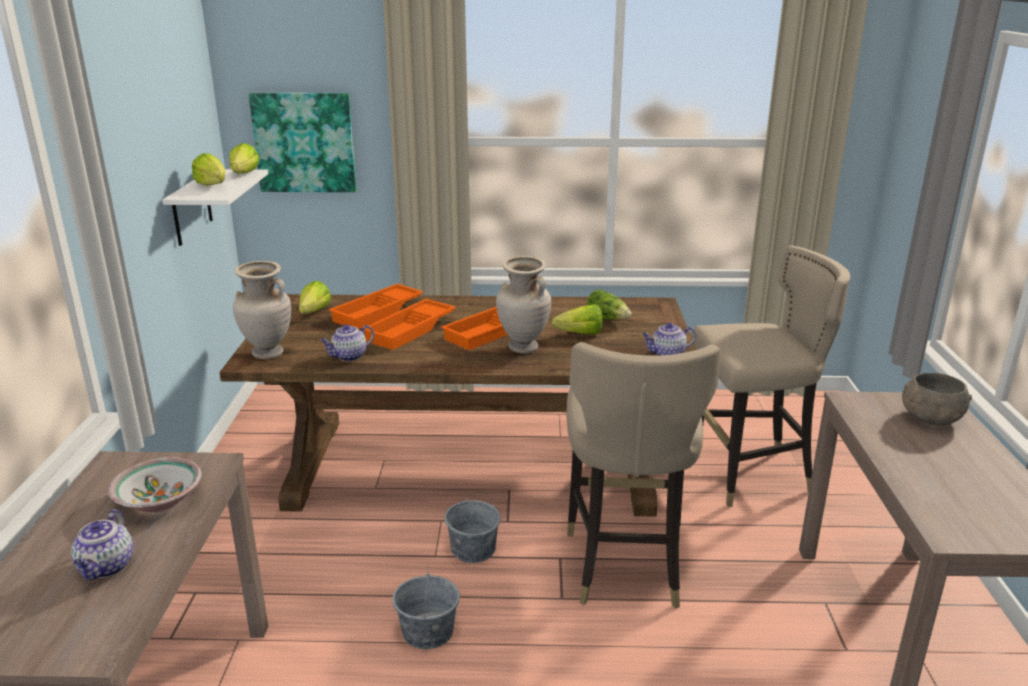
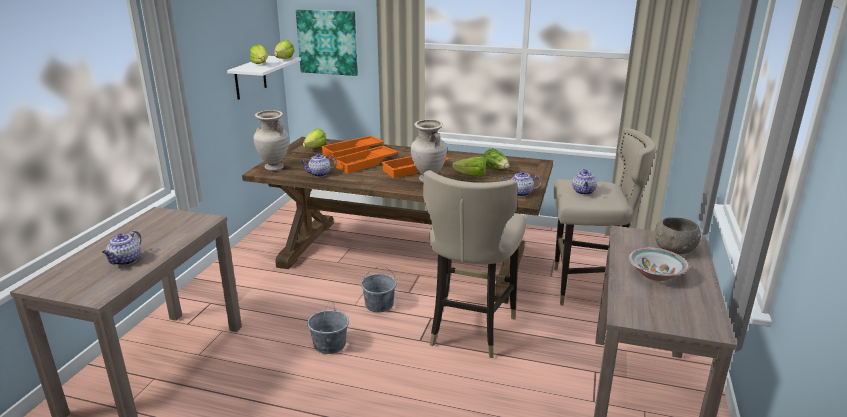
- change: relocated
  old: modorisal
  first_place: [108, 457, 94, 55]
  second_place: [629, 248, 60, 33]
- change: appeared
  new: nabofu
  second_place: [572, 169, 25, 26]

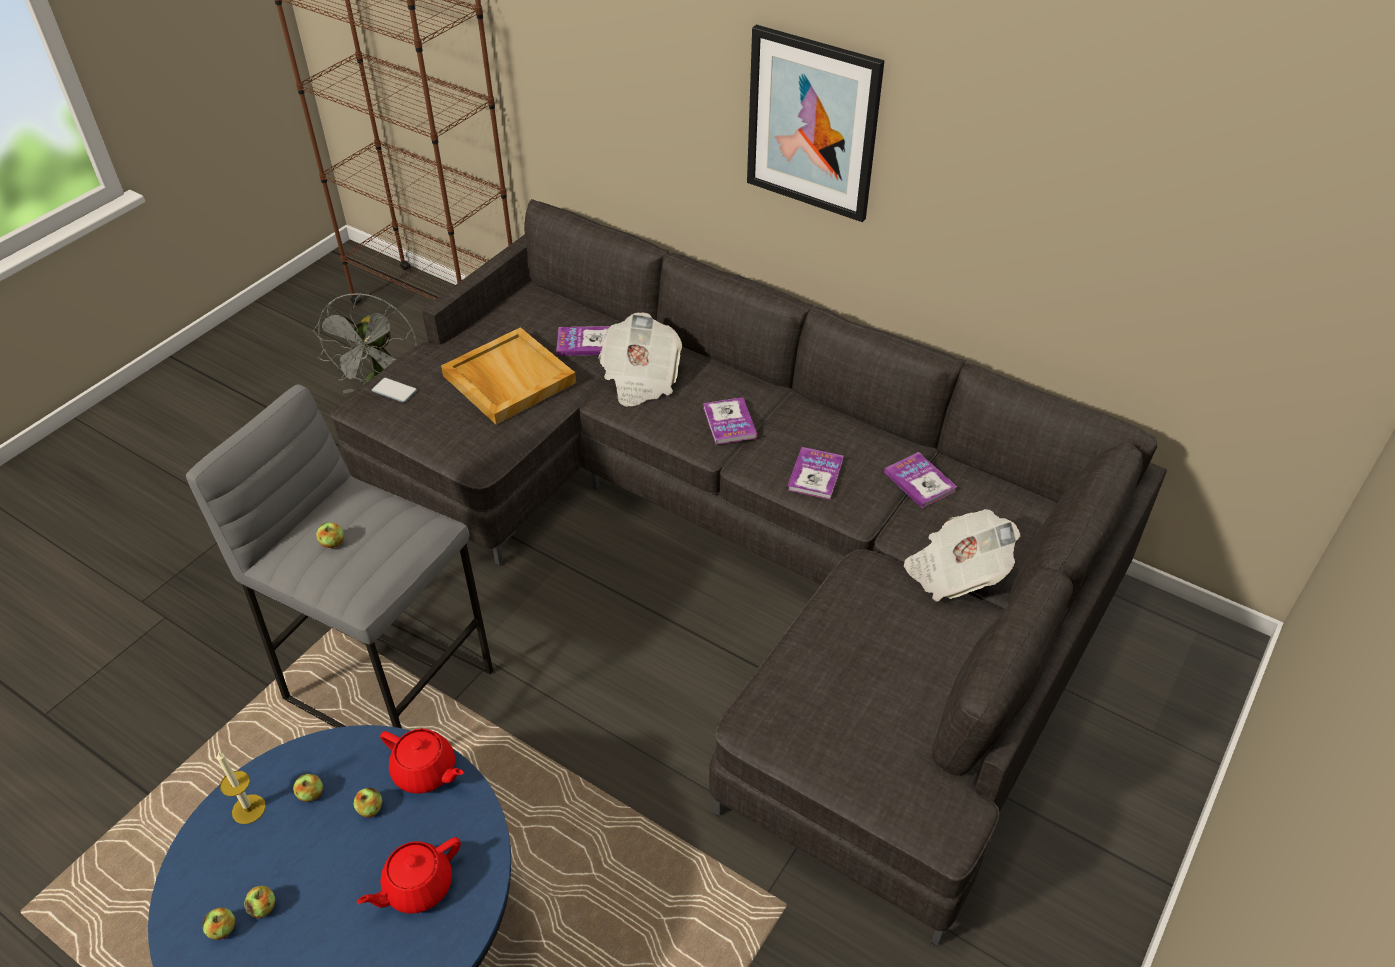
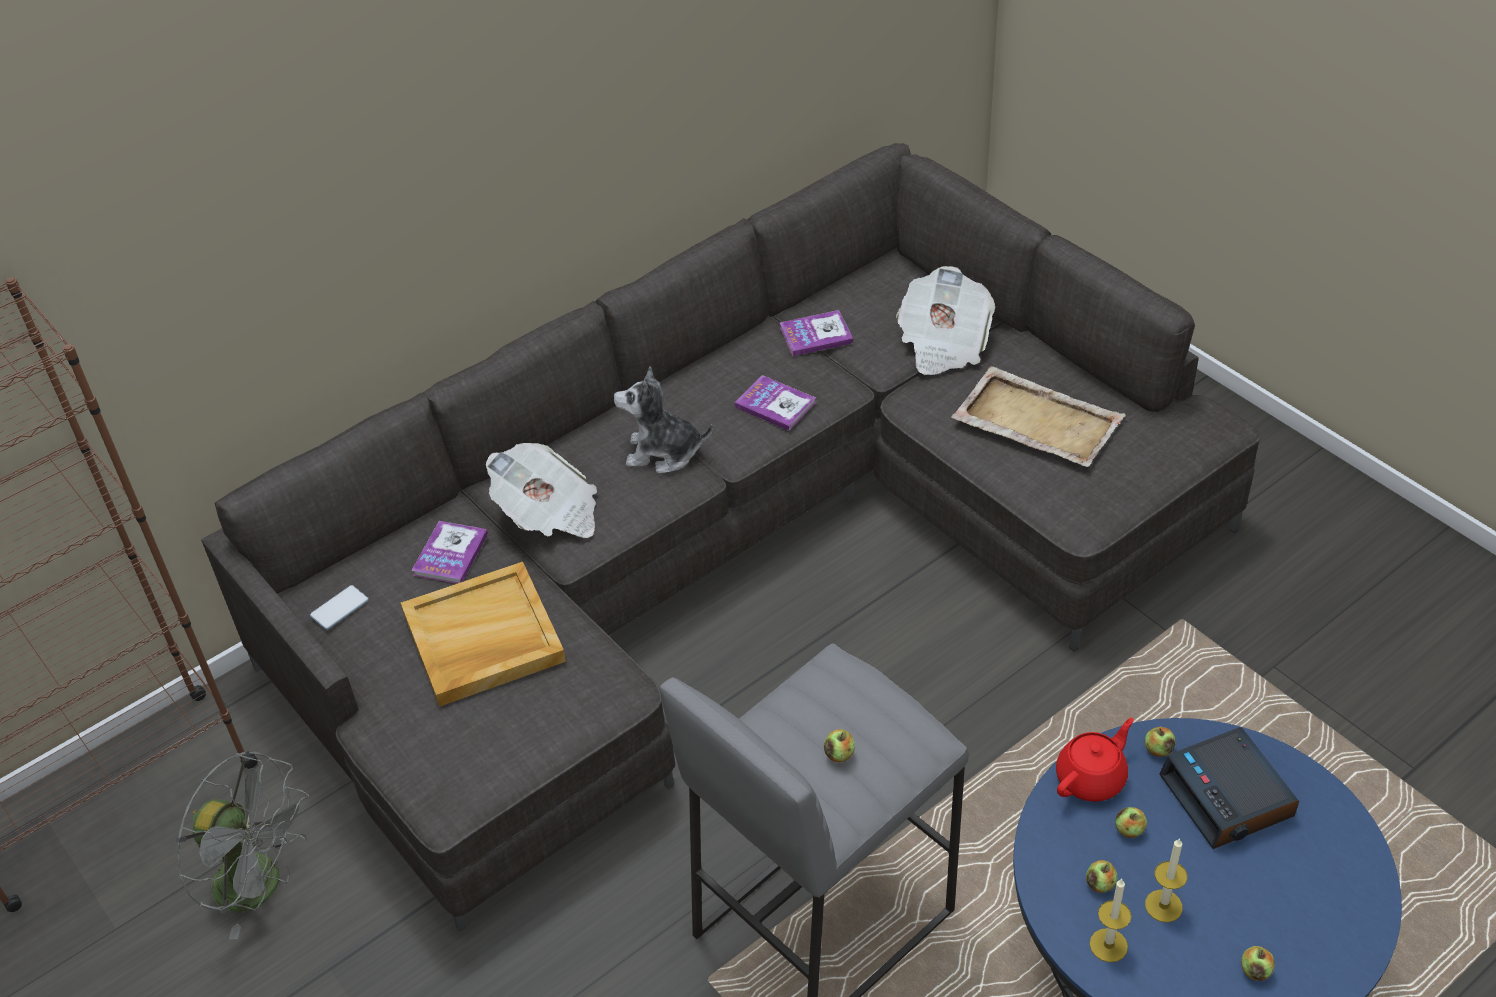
- change: relocated
  old: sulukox
  first_place: [244, 886, 31, 32]
  second_place: [1144, 727, 31, 30]
- change: exchanged
  old: red_nabofu
  new: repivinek
  first_place: [357, 837, 104, 77]
  second_place: [1159, 727, 140, 122]
- change: relocated
  old: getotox
  first_place: [372, 378, 45, 25]
  second_place: [310, 585, 59, 45]
- change: exchanged
  old: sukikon
  new: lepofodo
  first_place: [703, 397, 54, 48]
  second_place: [614, 367, 99, 107]
- change: missing
  old: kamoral
  first_place: [747, 25, 138, 197]
- change: appeared
  new: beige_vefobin
  second_place: [951, 366, 175, 101]
- change: appeared
  new: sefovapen
  second_place: [1145, 838, 42, 85]

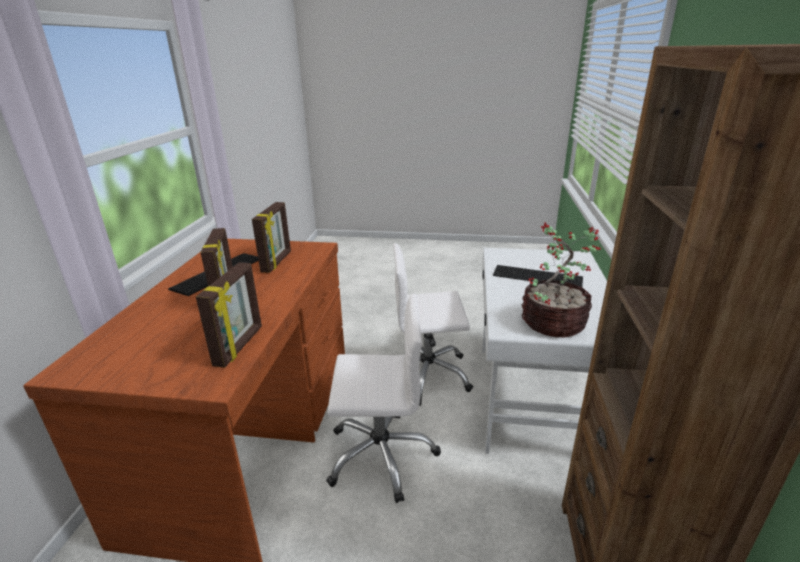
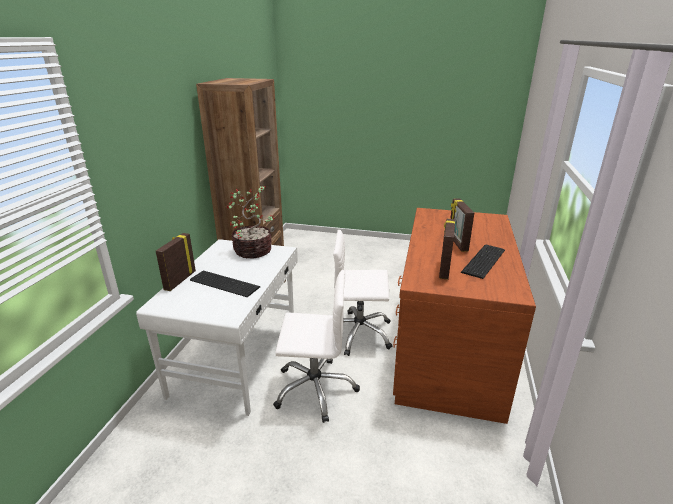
- change: relocated
  old: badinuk
  first_place: [196, 262, 66, 106]
  second_place: [156, 233, 40, 58]

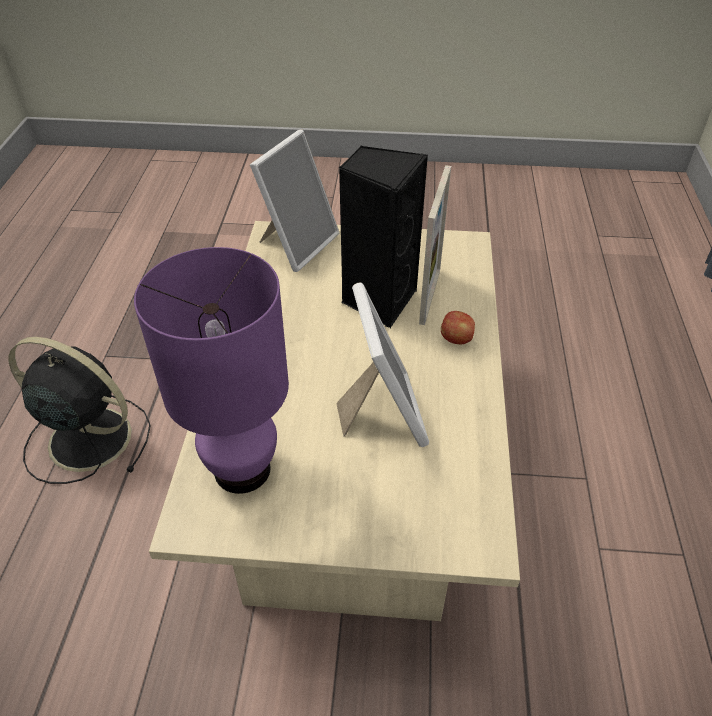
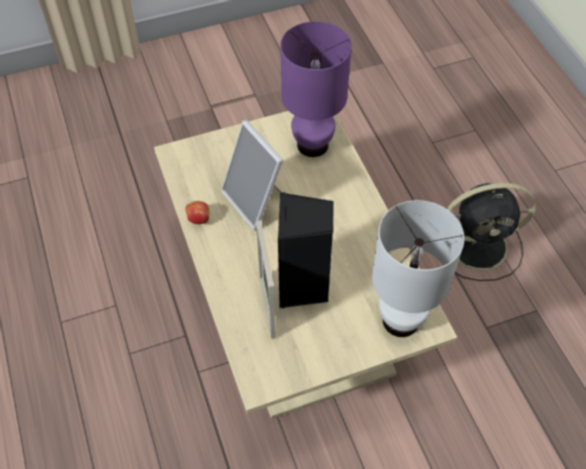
- change: exchanged
  old: badinuk
  new: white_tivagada
  first_place: [250, 130, 89, 142]
  second_place: [372, 200, 92, 137]
- change: relocated
  old: sulukox
  first_place: [441, 311, 34, 33]
  second_place: [185, 201, 25, 23]

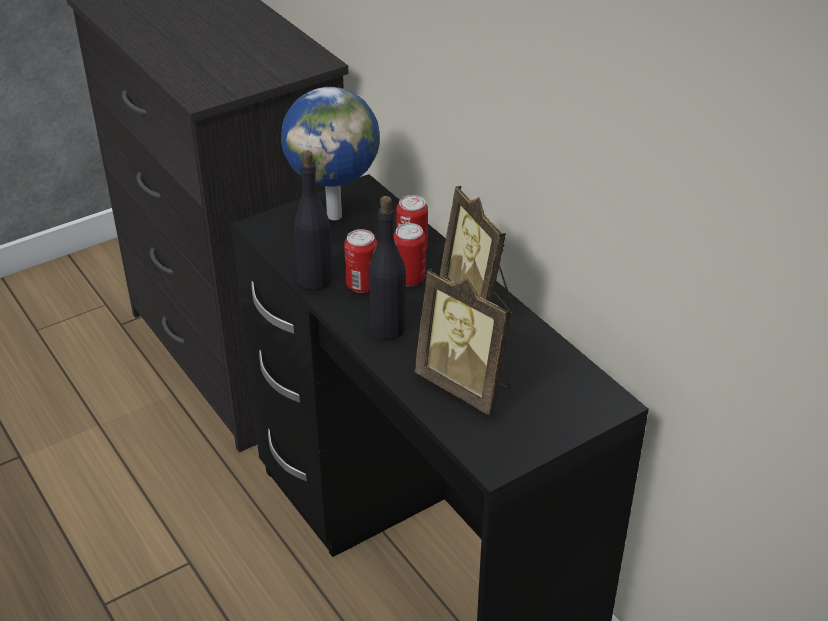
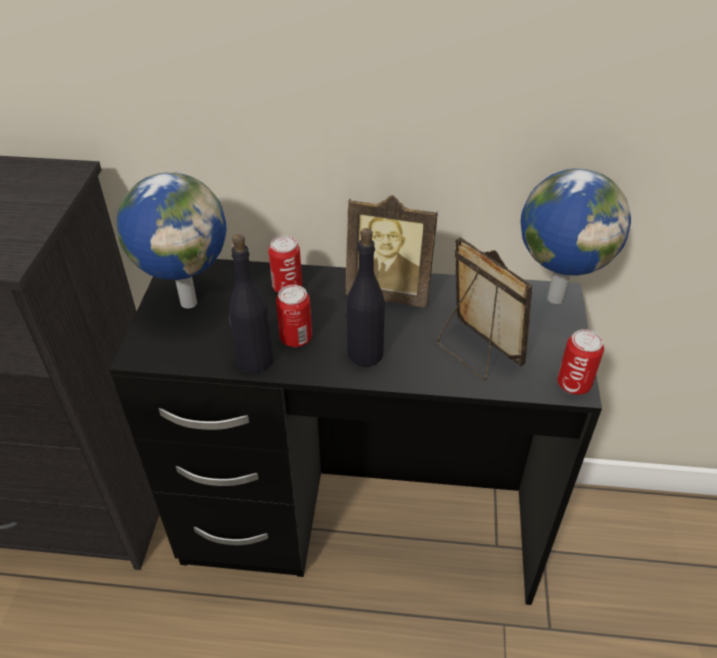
- change: relocated
  old: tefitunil
  first_place: [394, 223, 32, 63]
  second_place: [557, 329, 47, 66]
- change: spun
  old: badinuk
  first_place: [415, 269, 96, 147]
  second_place: [437, 237, 95, 143]
  degrees: -120
- change: appeared
  new: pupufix
  second_place: [521, 168, 110, 136]

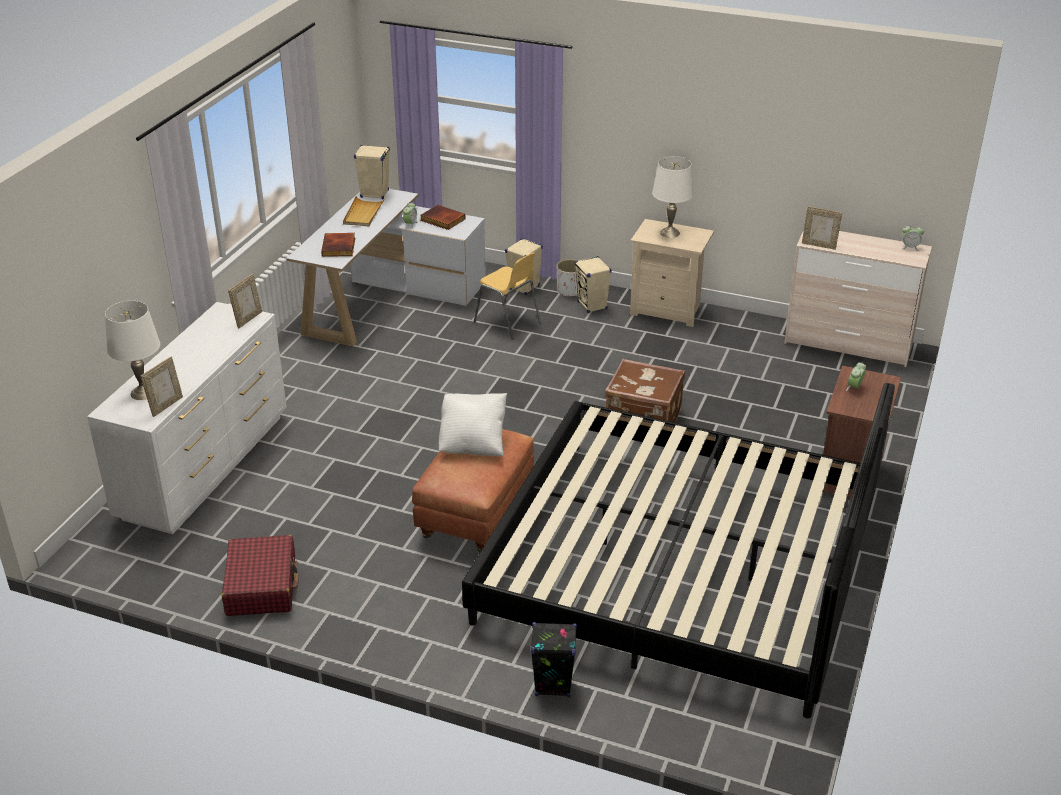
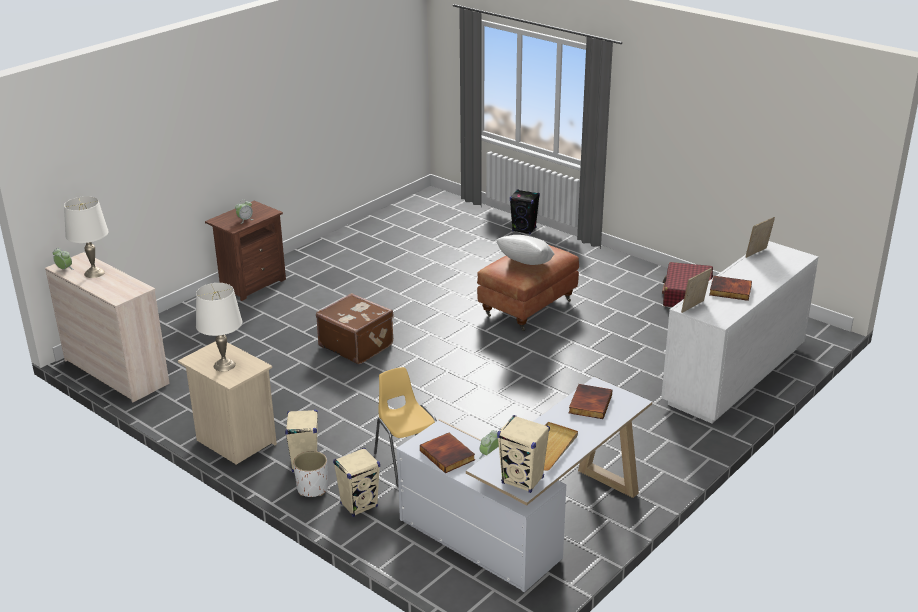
- change: relocated
  old: white_tivagada
  first_place: [105, 301, 55, 99]
  second_place: [64, 196, 45, 82]
- change: missing
  old: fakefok
  first_place: [462, 383, 433, 335]
- change: missing
  old: badinuk
  first_place: [802, 206, 40, 44]
- change: appeared
  new: sukikon
  second_place: [709, 276, 43, 25]

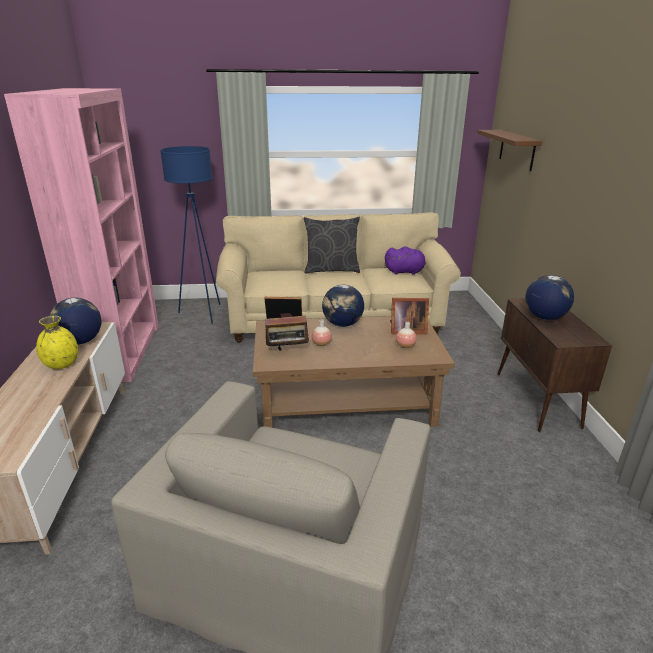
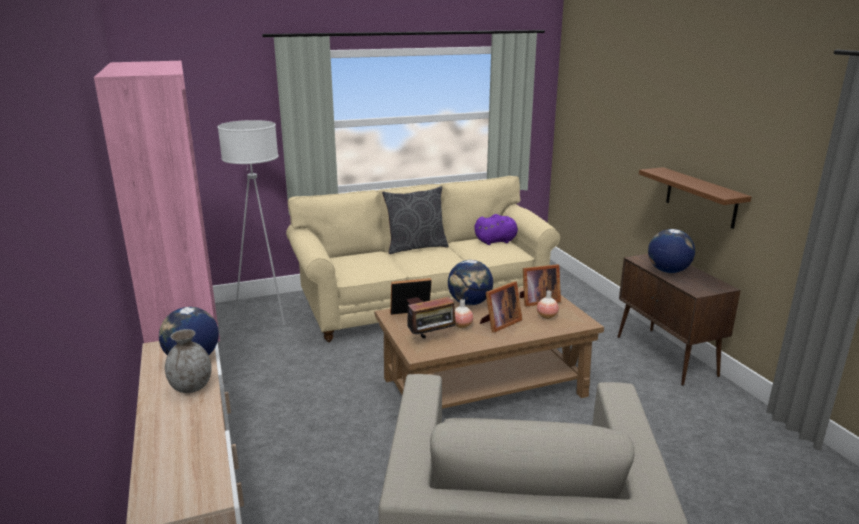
- change: colour
  old: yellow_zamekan
  new: grey_zamekan
  first_place: [36, 316, 42, 53]
  second_place: [165, 329, 47, 64]
- change: colour
  old: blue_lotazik
  new: white_lotazik
  first_place: [160, 146, 60, 178]
  second_place: [218, 120, 67, 205]
- change: relocated
  old: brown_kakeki
  first_place: [477, 130, 65, 41]
  second_place: [639, 167, 113, 62]
- change: appeared
  new: badinuk
  second_place: [479, 281, 43, 52]

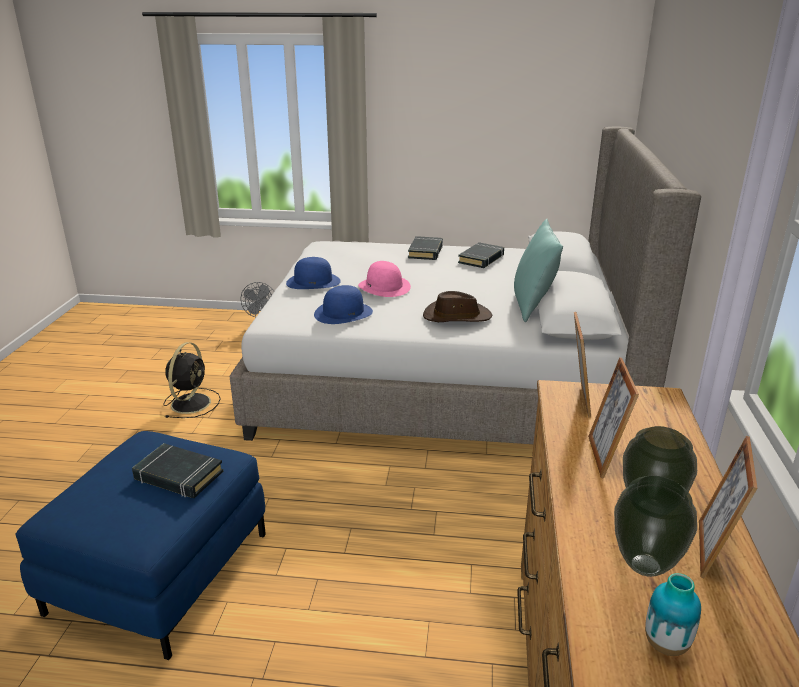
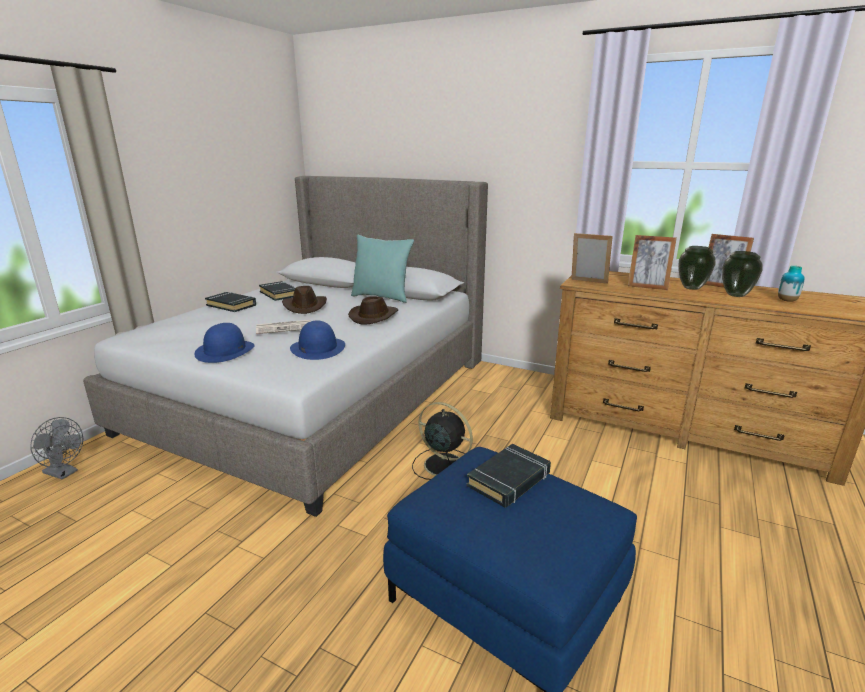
- change: relocated
  old: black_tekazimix
  first_place: [163, 342, 58, 76]
  second_place: [412, 402, 61, 78]
- change: exchanged
  old: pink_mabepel
  new: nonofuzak
  first_place: [358, 261, 53, 36]
  second_place: [256, 320, 55, 14]
- change: appeared
  new: brown_mabepel
  second_place: [282, 286, 45, 28]

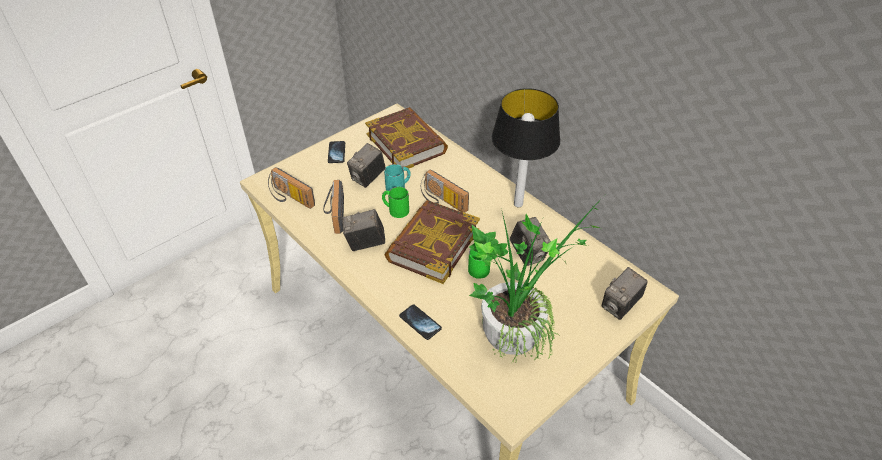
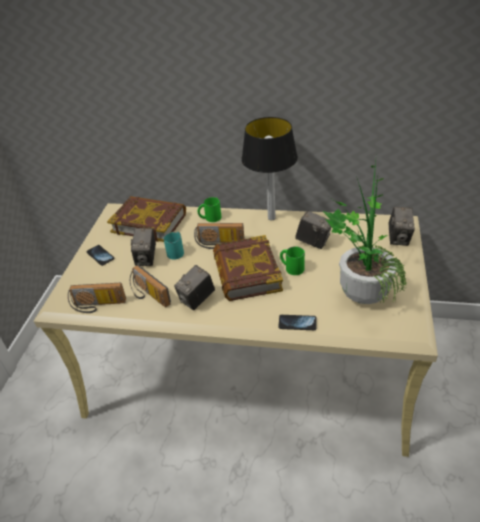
- change: relocated
  old: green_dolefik
  first_place: [382, 187, 27, 31]
  second_place: [198, 197, 23, 25]

